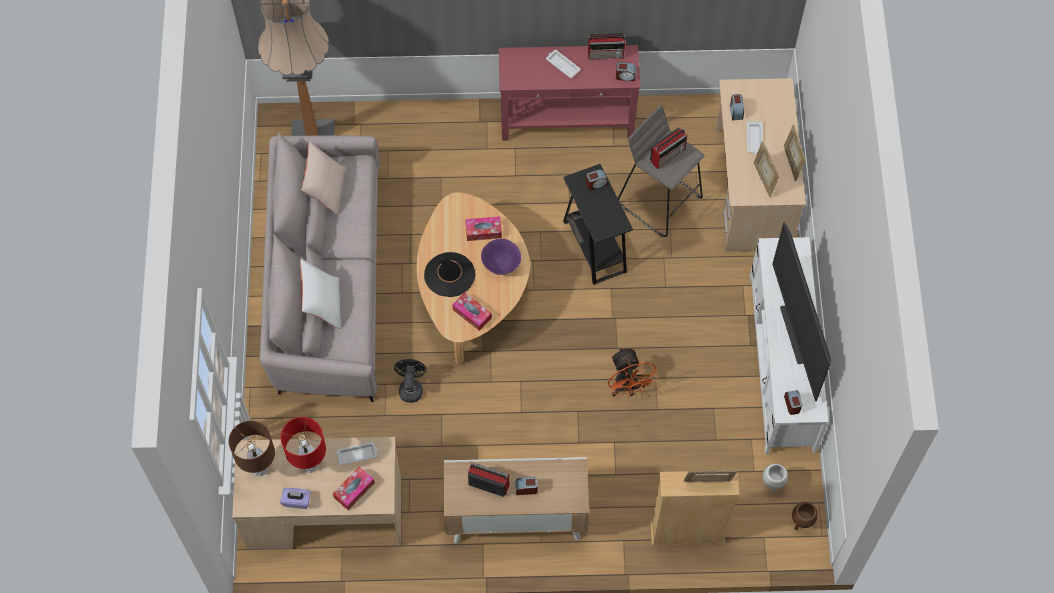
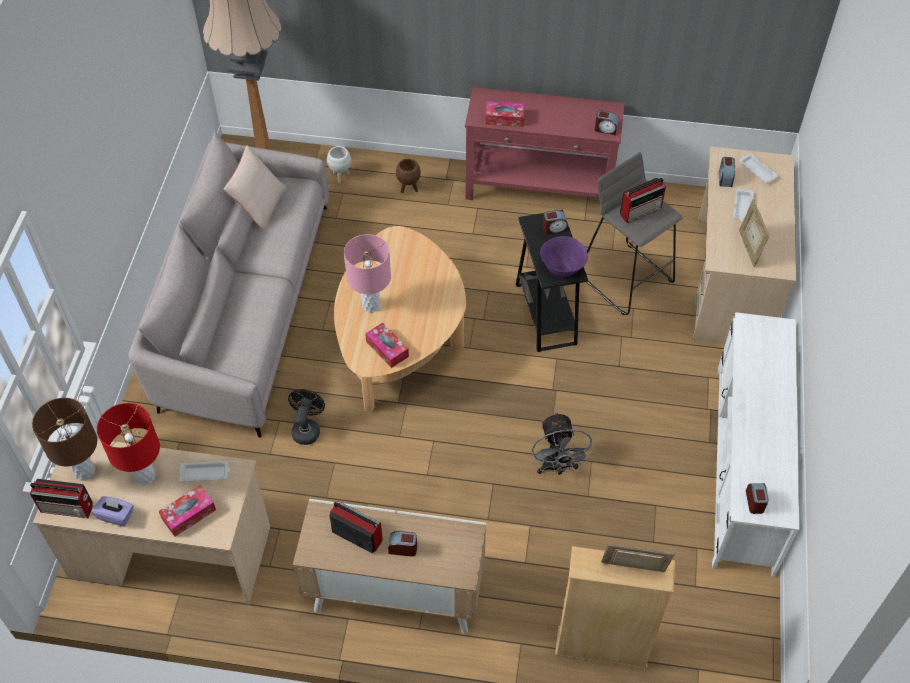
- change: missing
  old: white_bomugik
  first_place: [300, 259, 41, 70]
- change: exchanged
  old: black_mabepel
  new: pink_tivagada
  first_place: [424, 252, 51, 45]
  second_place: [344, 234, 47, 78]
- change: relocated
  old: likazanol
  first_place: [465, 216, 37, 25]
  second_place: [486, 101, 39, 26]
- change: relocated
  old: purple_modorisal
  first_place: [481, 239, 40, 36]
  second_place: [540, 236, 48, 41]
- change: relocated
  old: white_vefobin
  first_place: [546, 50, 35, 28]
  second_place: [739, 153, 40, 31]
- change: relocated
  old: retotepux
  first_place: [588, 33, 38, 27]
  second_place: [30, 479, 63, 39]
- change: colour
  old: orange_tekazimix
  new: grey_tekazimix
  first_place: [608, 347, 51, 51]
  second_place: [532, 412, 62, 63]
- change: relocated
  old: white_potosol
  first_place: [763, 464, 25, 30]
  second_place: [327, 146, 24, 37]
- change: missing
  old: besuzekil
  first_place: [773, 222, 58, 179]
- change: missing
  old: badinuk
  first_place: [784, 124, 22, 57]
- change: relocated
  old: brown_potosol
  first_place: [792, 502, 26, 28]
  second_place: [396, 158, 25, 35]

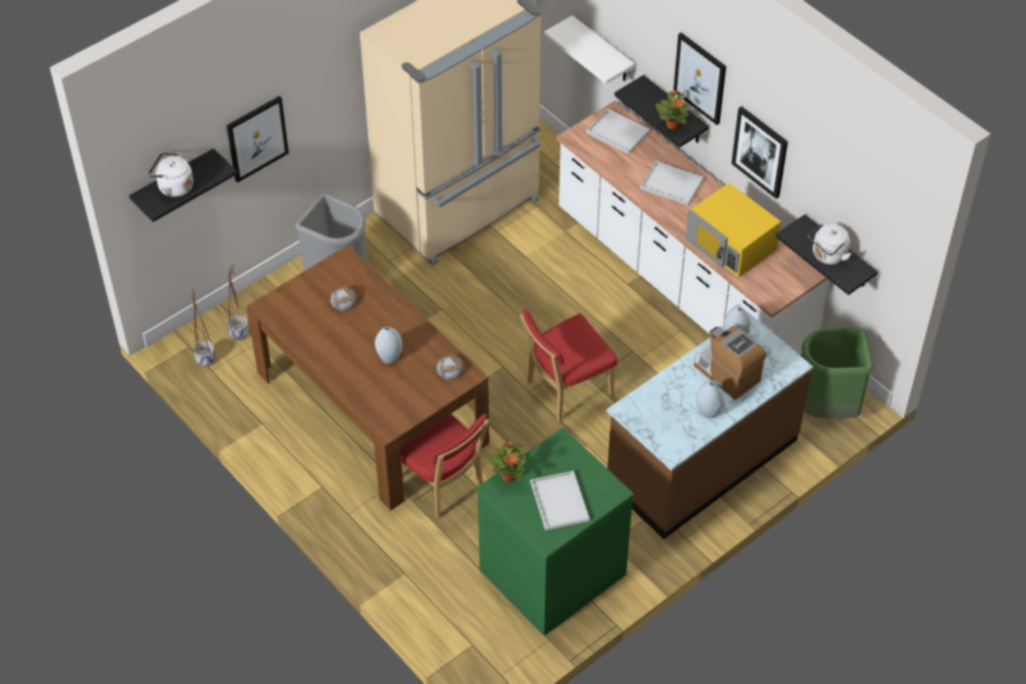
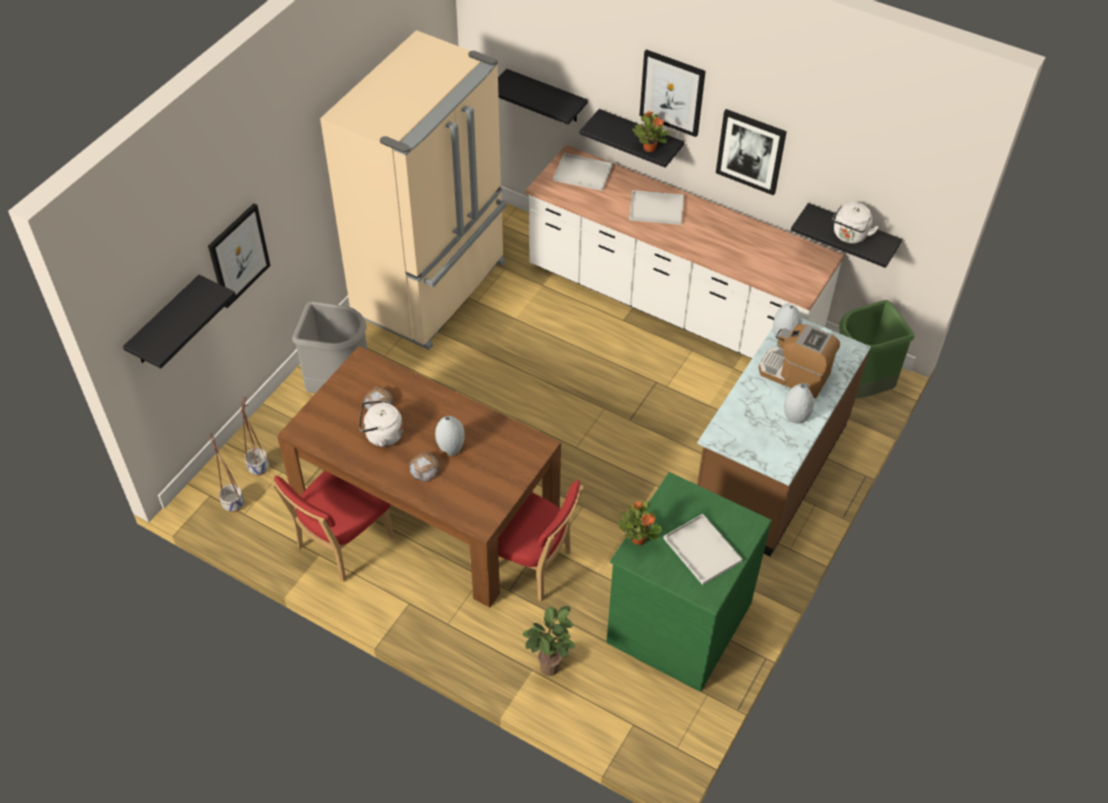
- change: relocated
  old: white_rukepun
  first_place: [148, 152, 45, 45]
  second_place: [359, 400, 44, 47]
- change: relocated
  old: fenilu
  first_place: [436, 353, 29, 28]
  second_place: [409, 451, 31, 31]
- change: relocated
  old: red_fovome
  first_place: [520, 309, 97, 112]
  second_place: [272, 471, 122, 111]
- change: colour
  old: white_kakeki
  new: black_kakeki
  first_place: [544, 15, 91, 69]
  second_place: [498, 69, 90, 56]
- change: missing
  old: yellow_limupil
  first_place: [685, 183, 96, 95]
- change: appeared
  new: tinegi
  second_place: [522, 606, 54, 70]

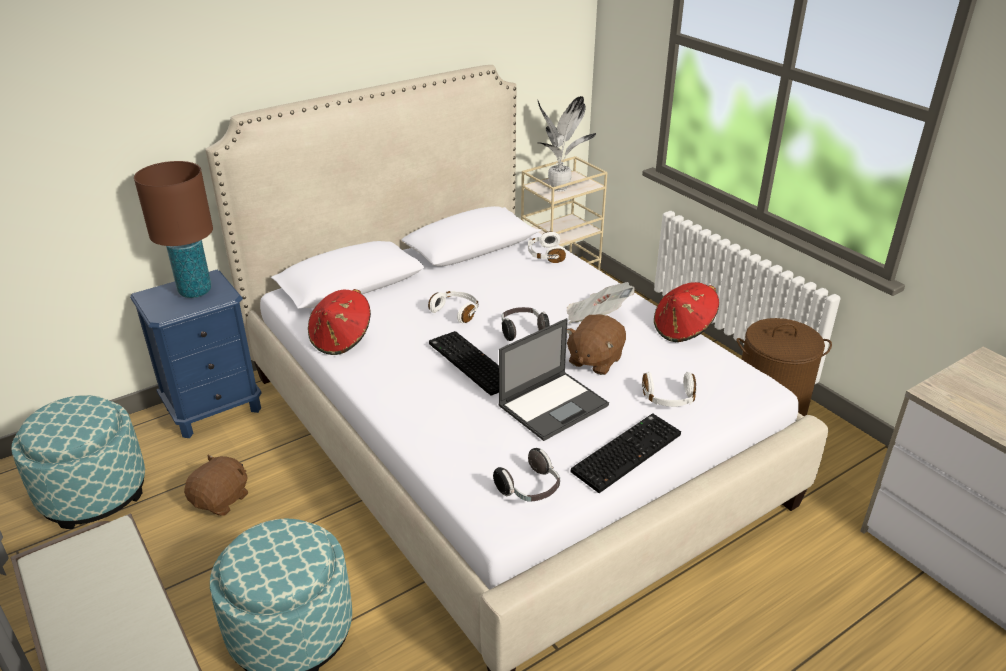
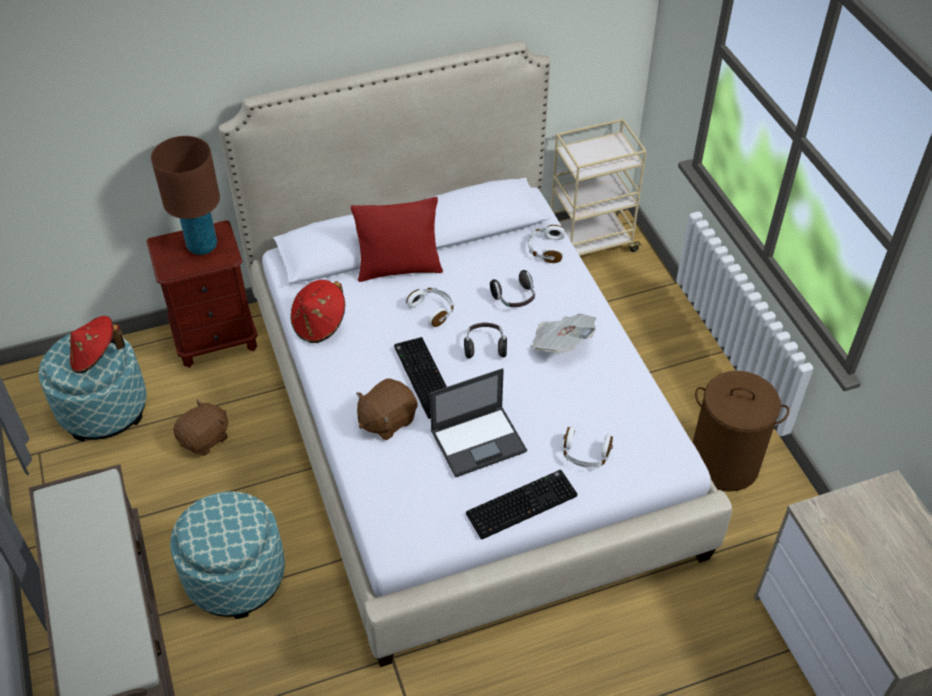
- change: colour
  old: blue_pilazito
  new: brown_pilazito
  first_place: [130, 270, 132, 168]
  second_place: [146, 220, 112, 148]
- change: relocated
  old: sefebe
  first_place: [493, 448, 67, 54]
  second_place: [490, 270, 45, 37]
- change: missing
  old: tinegi
  first_place: [537, 96, 59, 95]
- change: relocated
  old: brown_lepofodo
  first_place: [567, 314, 59, 61]
  second_place: [356, 378, 61, 62]
- change: relocated
  old: red_mabepel
  first_place: [654, 282, 65, 60]
  second_place: [70, 316, 55, 57]
- change: appeared
  new: red_bomugik
  second_place: [351, 197, 92, 85]

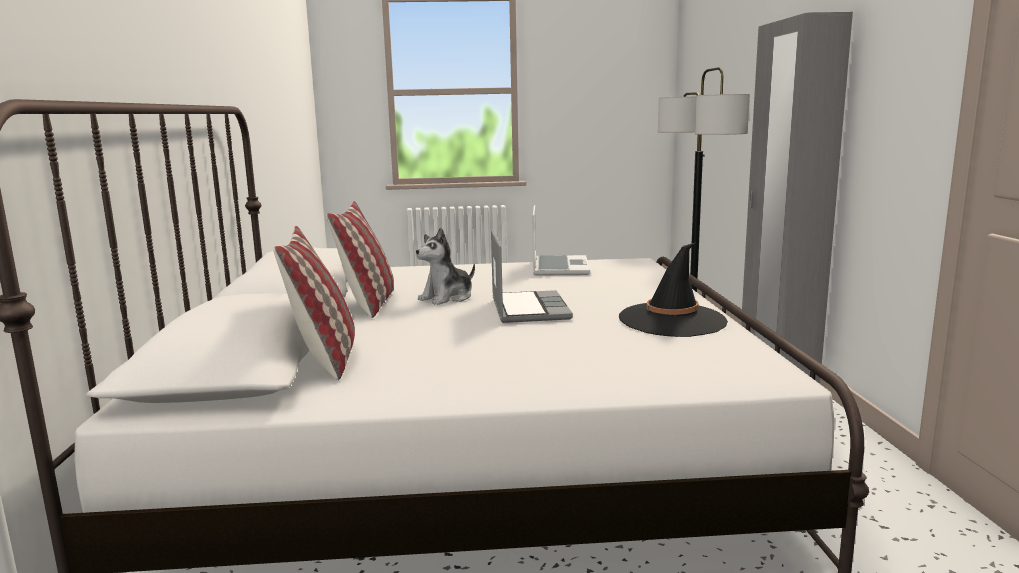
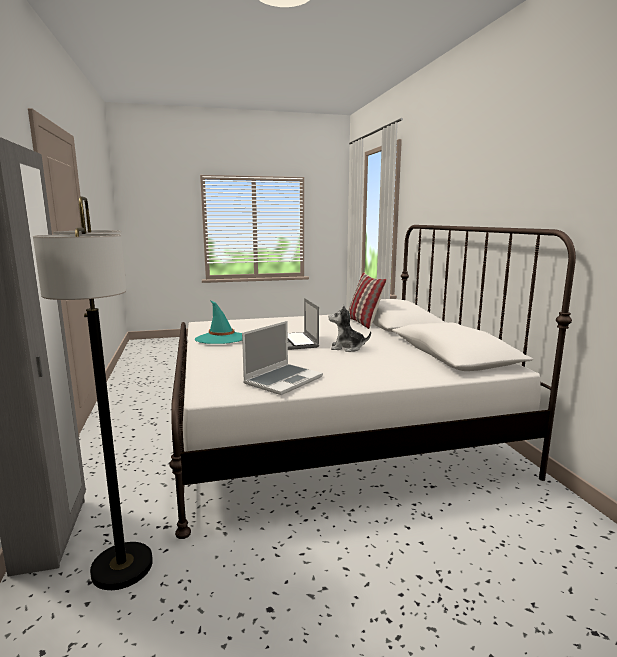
- change: missing
  old: bomugik
  first_place: [326, 201, 68, 117]
- change: spun
  old: lepofodo
  first_place: [416, 227, 59, 78]
  second_place: [328, 305, 43, 47]
  degrees: -120
- change: spun
  old: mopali
  first_place: [532, 205, 58, 71]
  second_place: [242, 321, 81, 74]
  degrees: -135
- change: colour
  old: black_mabepel
  new: turquoise_mabepel
  first_place: [619, 242, 109, 95]
  second_place: [195, 300, 47, 44]

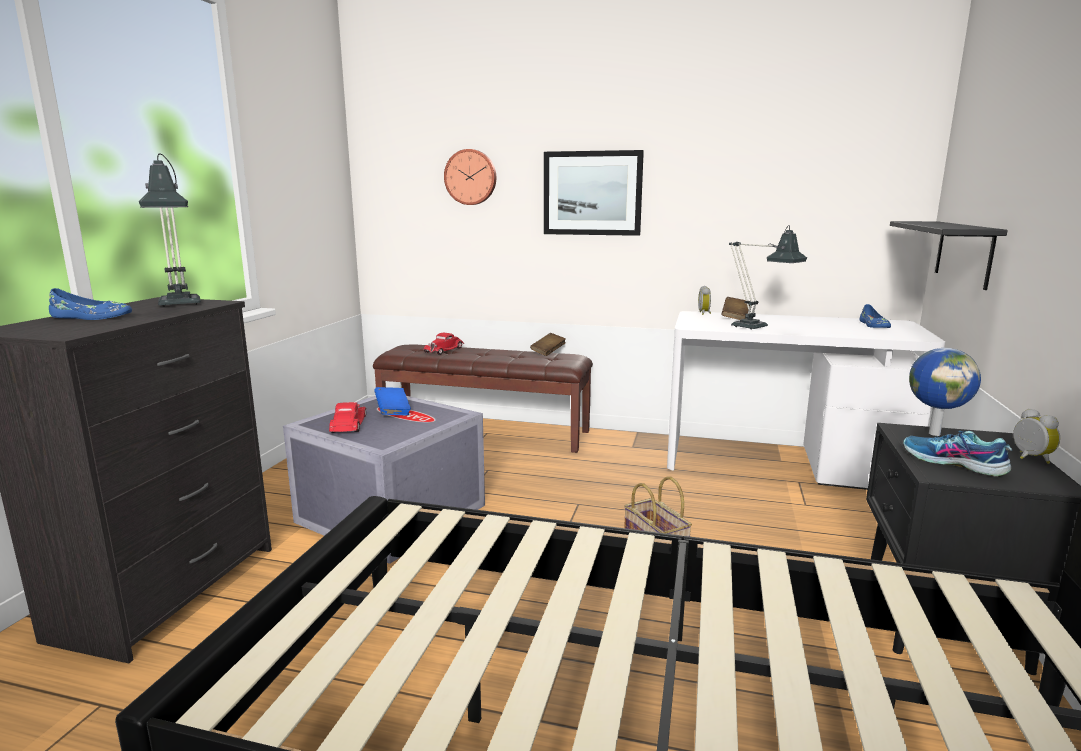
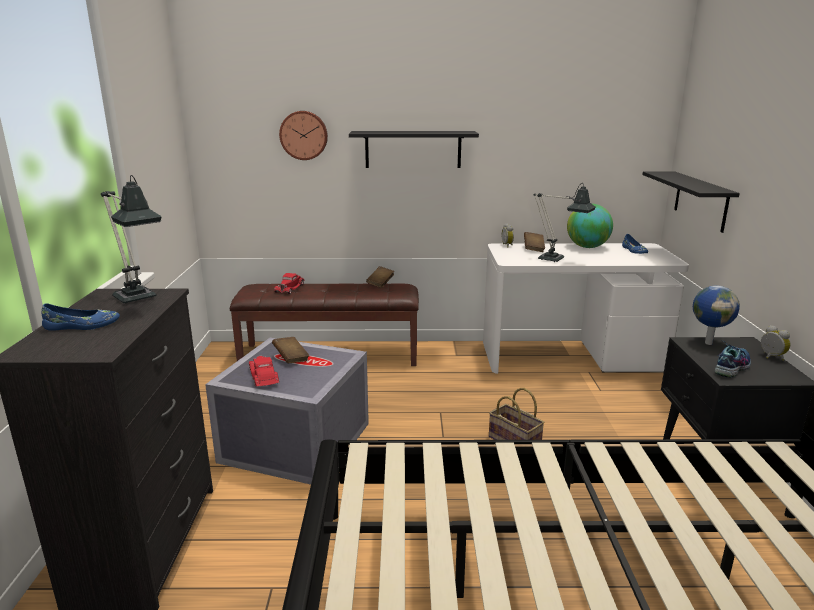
- change: colour
  old: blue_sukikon
  new: brown_sukikon
  first_place: [374, 387, 37, 28]
  second_place: [272, 337, 37, 26]
- change: exchanged
  old: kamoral
  new: black_kakeki
  first_place: [544, 150, 100, 86]
  second_place: [349, 131, 130, 37]
- change: spun
  old: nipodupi
  first_place: [903, 431, 109, 46]
  second_place: [715, 342, 36, 36]
  degrees: 105
- change: appeared
  new: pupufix
  second_place: [567, 204, 46, 44]

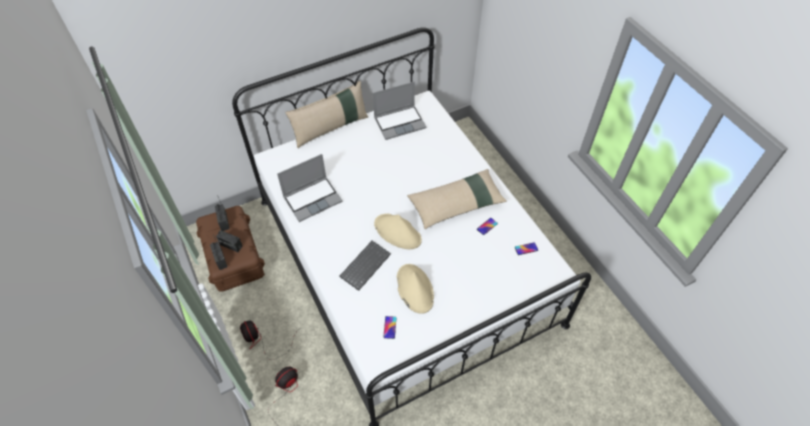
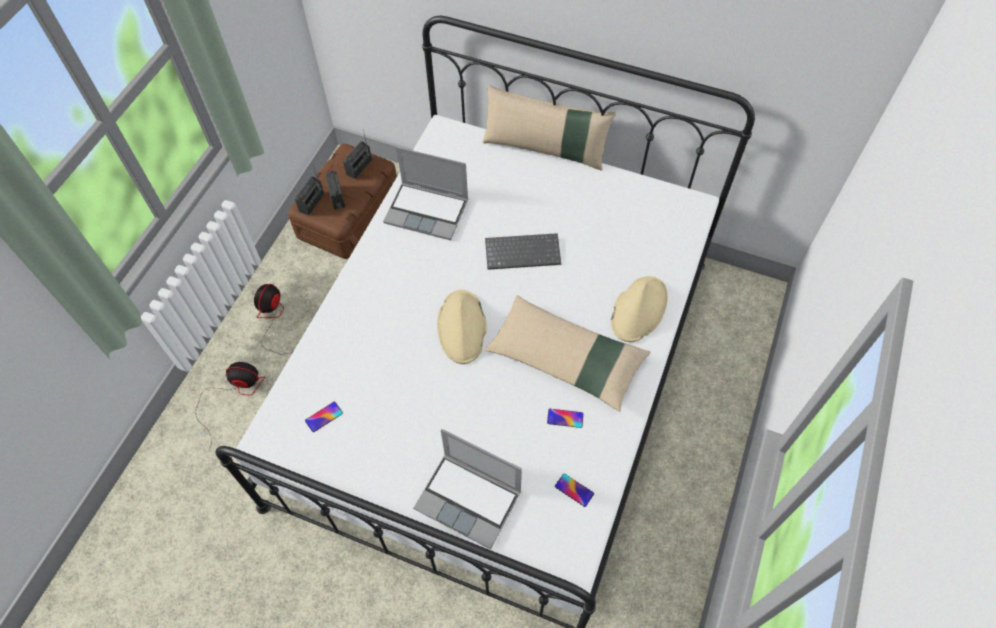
- change: relocated
  old: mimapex
  first_place: [339, 241, 52, 50]
  second_place: [485, 233, 76, 37]
- change: relocated
  old: mopali
  first_place: [373, 81, 53, 59]
  second_place: [413, 429, 109, 121]
- change: relocated
  old: beige_mabepel
  first_place: [397, 264, 37, 50]
  second_place: [611, 276, 57, 66]

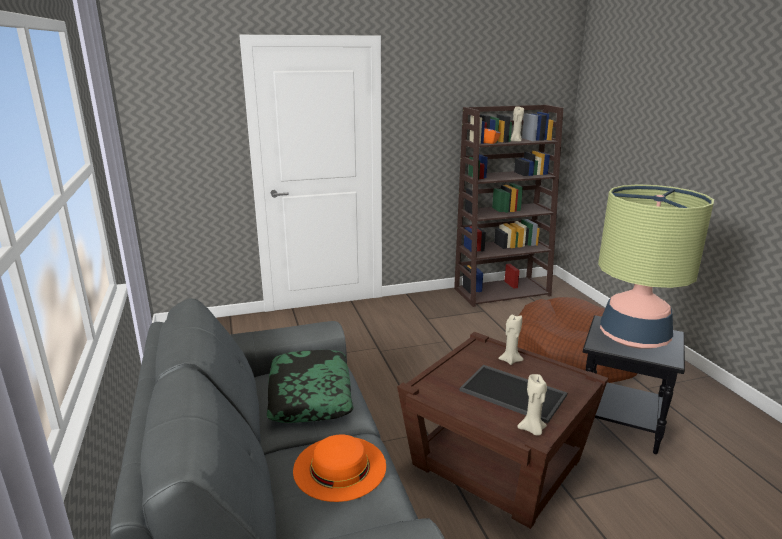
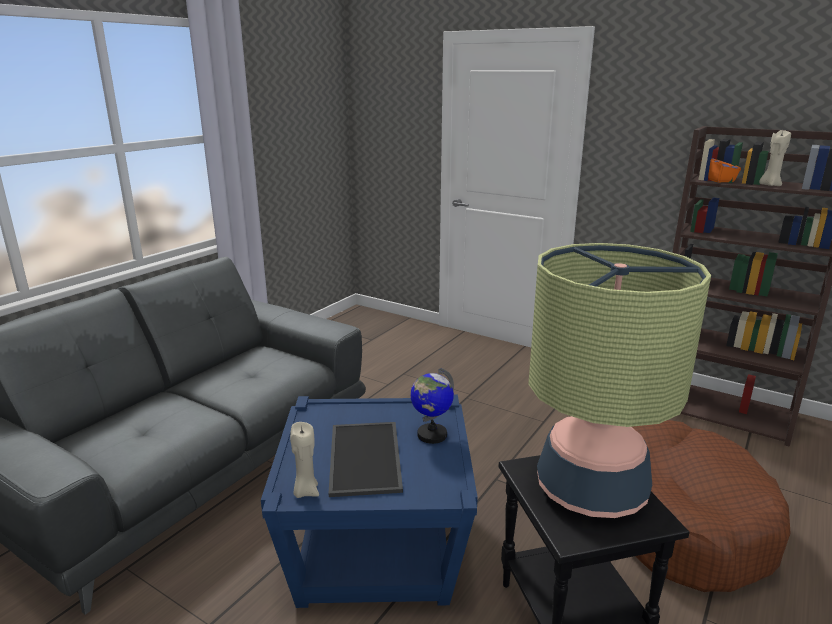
- change: missing
  old: bomugik
  first_place: [267, 350, 86, 73]
- change: missing
  old: orange_mabepel
  first_place: [293, 434, 93, 68]
- change: colour
  old: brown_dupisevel
  new: blue_dupisevel
  first_place: [397, 332, 211, 197]
  second_place: [261, 395, 217, 213]
- change: exchanged
  old: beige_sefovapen
  new: pupufix
  first_place: [498, 314, 26, 51]
  second_place: [411, 368, 43, 76]

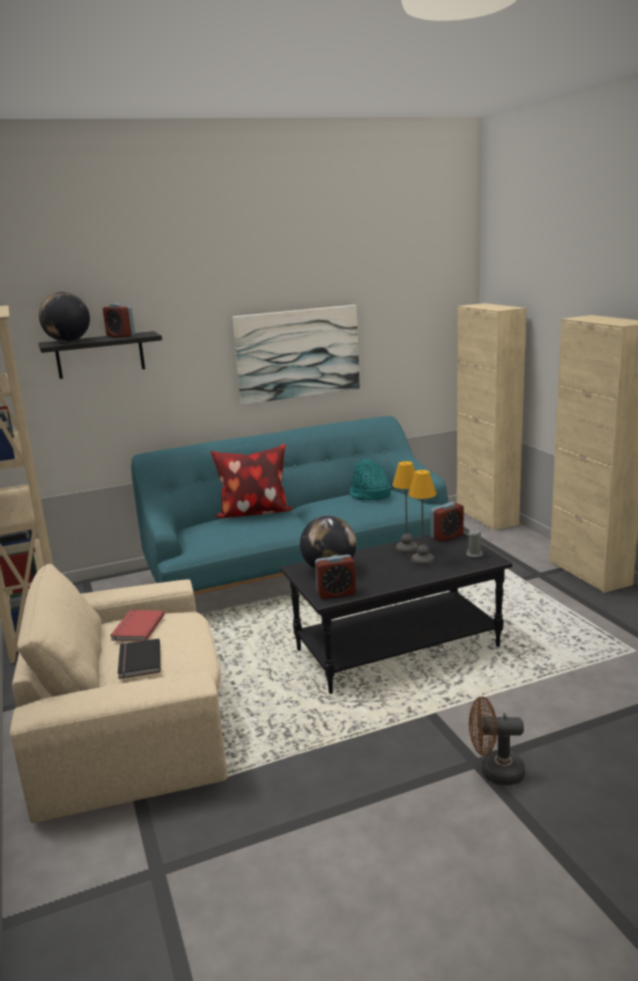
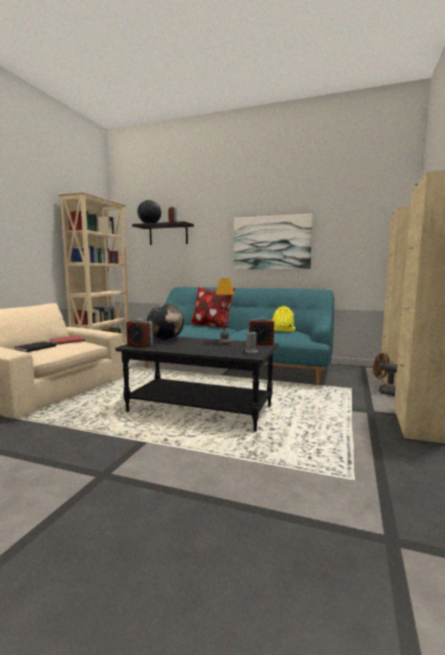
- change: colour
  old: turquoise_mabepel
  new: yellow_mabepel
  first_place: [350, 459, 41, 41]
  second_place: [272, 306, 23, 26]
- change: missing
  old: tivagada
  first_place: [408, 470, 28, 95]
- change: relocated
  old: brown_tekazimix
  first_place: [469, 696, 56, 89]
  second_place: [373, 353, 24, 43]

